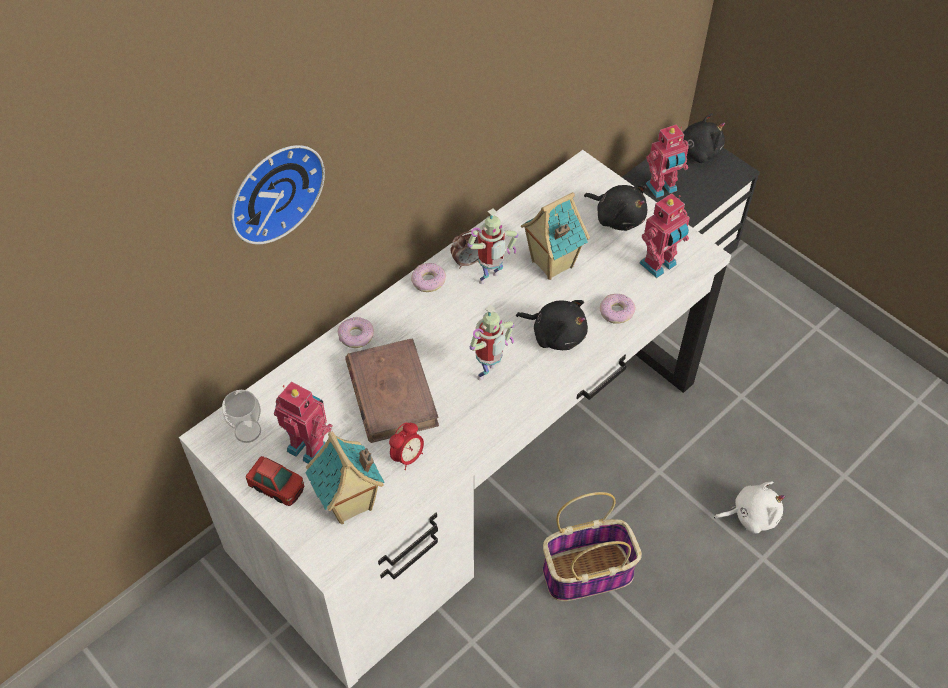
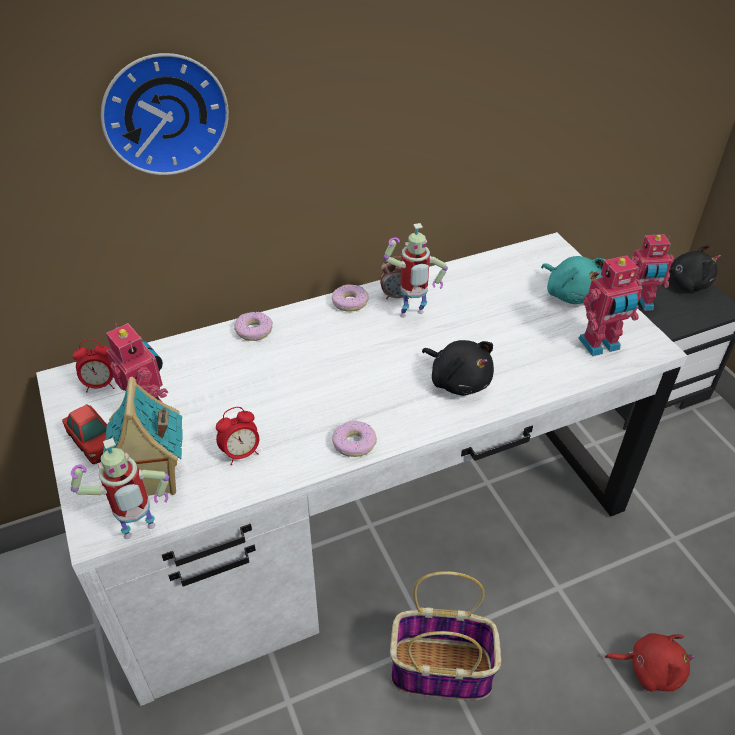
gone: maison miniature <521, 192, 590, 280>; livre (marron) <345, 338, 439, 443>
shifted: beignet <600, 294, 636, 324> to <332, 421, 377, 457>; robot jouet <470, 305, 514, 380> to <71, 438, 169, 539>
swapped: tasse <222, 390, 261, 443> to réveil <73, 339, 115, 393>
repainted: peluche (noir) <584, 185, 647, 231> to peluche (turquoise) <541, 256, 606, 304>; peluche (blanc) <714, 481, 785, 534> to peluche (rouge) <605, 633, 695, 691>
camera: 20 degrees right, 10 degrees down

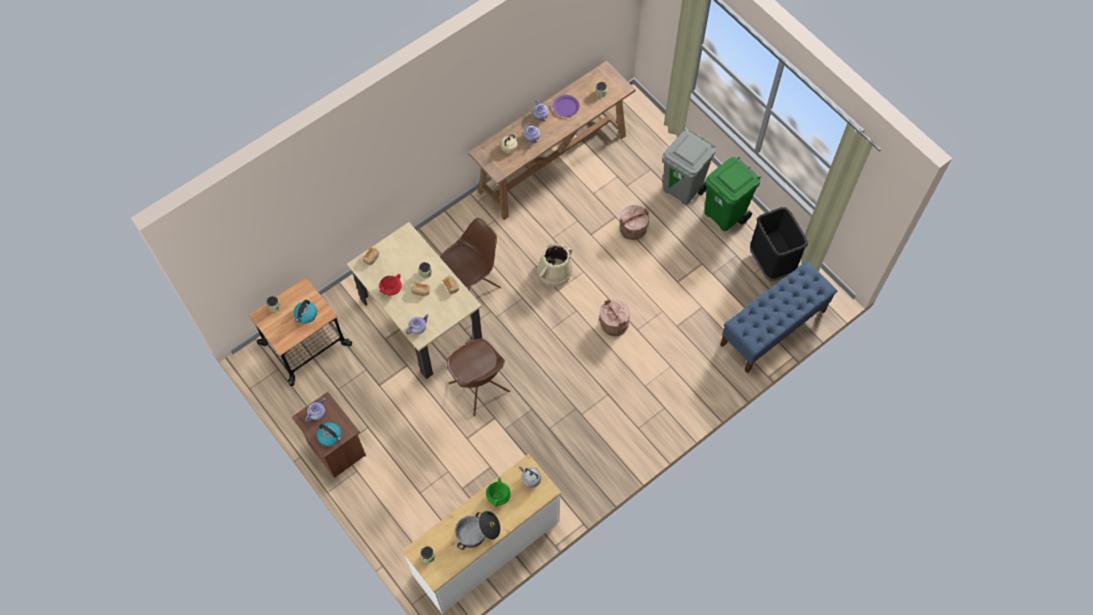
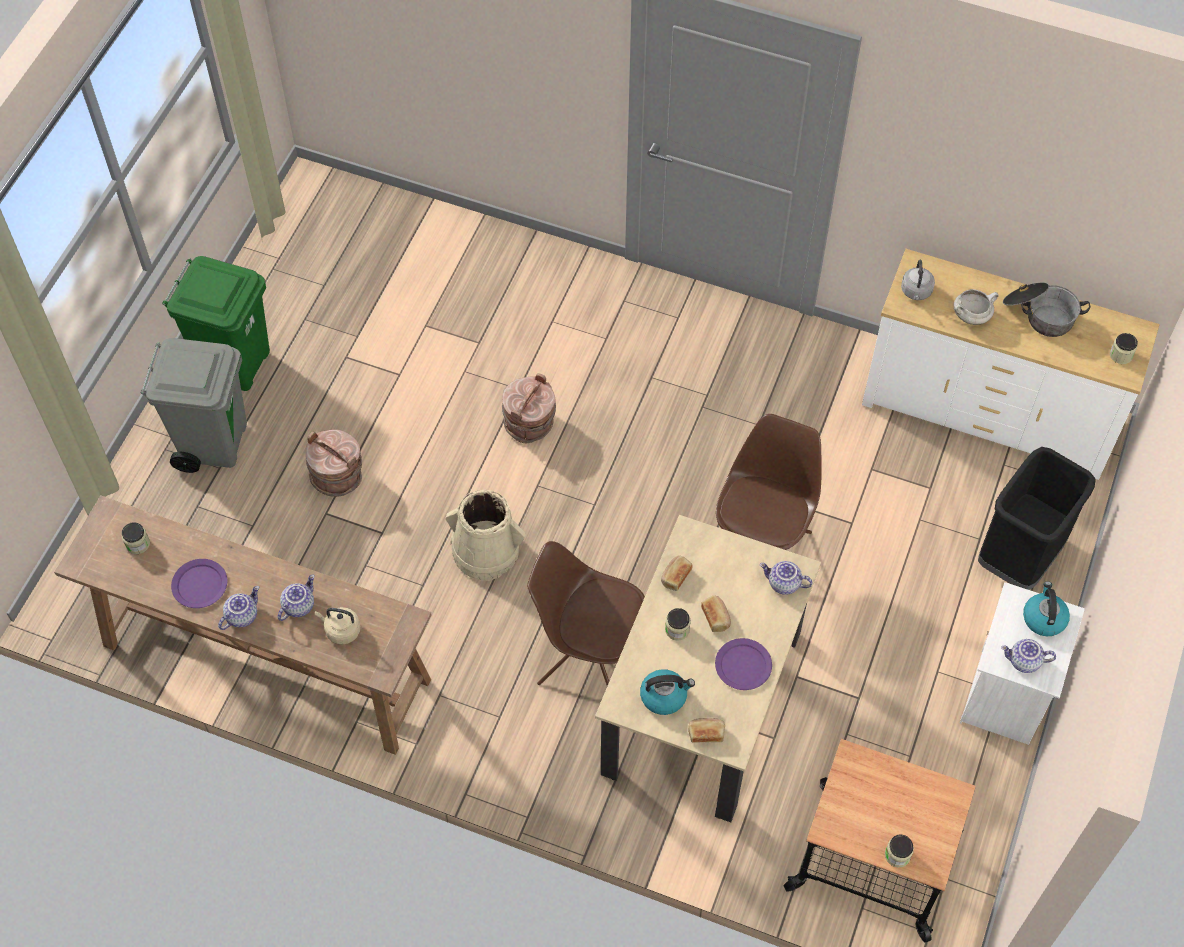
gone: banc (bleu) <720, 261, 837, 373>
shifted: poubelle (noir) <750, 207, 808, 281> to <978, 447, 1096, 590>; bouilloire <293, 300, 317, 324> to <640, 669, 695, 715>
swapped: marmite (rouge) <379, 274, 402, 296> to assiette (violet) <715, 638, 772, 690>
repainted: table de chevet (marron) <291, 392, 366, 478> to table de chevet (blanc) <960, 582, 1085, 745>; marmite (vert) <486, 477, 511, 506> to marmite (blanc) <954, 289, 999, 325>
camera: 120 degrees left, 5 degrees down

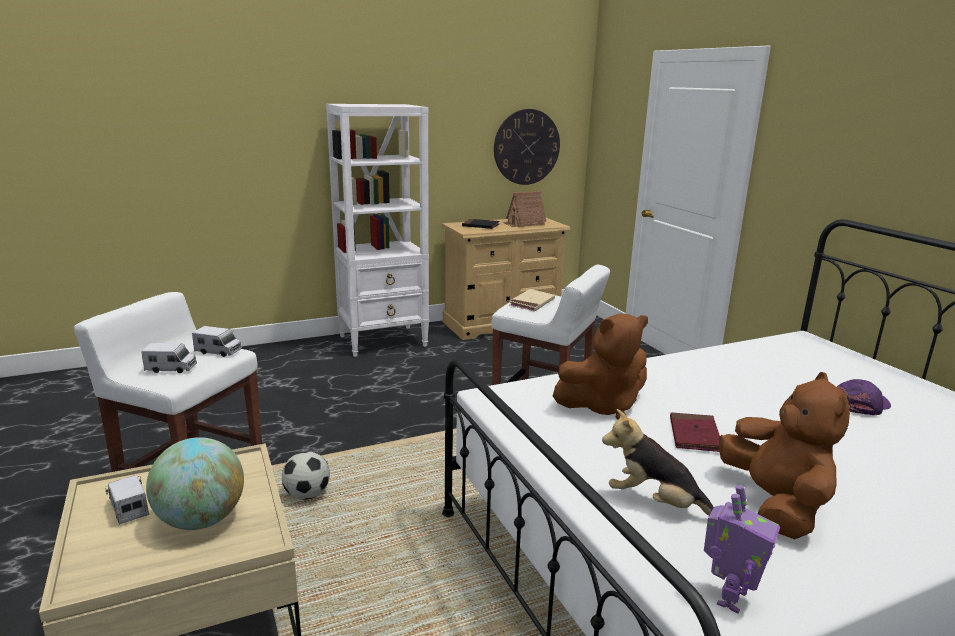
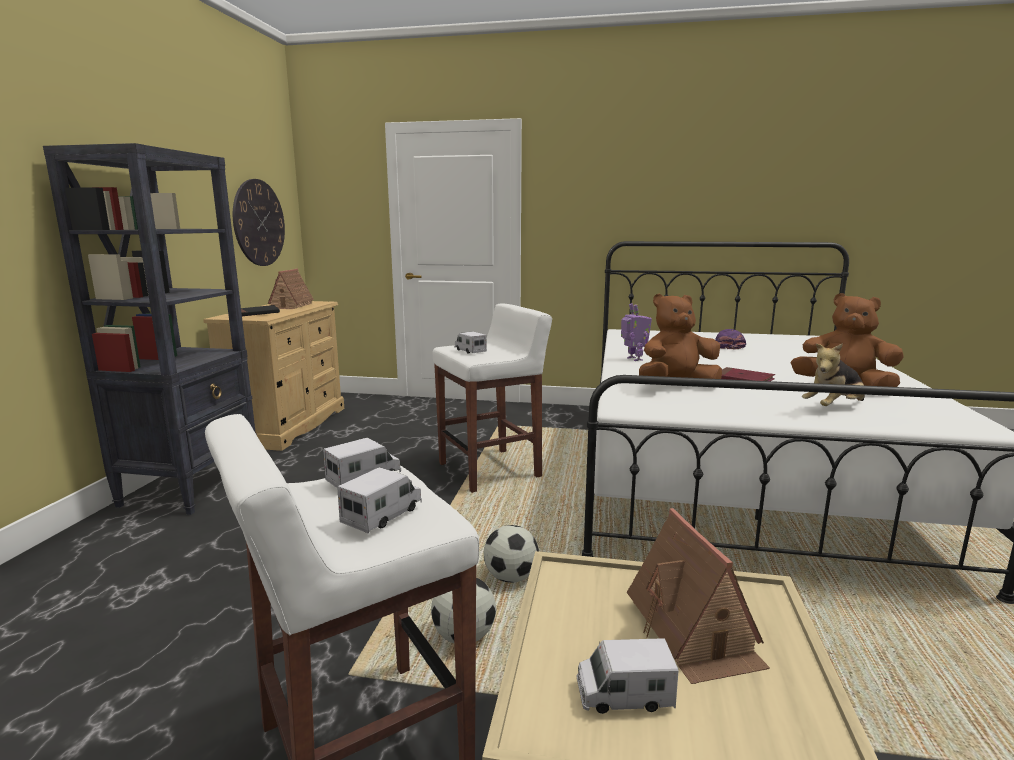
new: ballon de foot <484, 525, 539, 583>
shifted: robot jouet <704, 485, 780, 614> to <621, 303, 652, 361>
swapped: livre (beige) <509, 289, 555, 311> to camion jouet <454, 331, 487, 353>; globe <146, 437, 244, 530> to maison miniature <627, 508, 770, 684>
repainted: bibliothèque (blanc) <326, 104, 429, 357> to bibliothèque (noir) <43, 143, 257, 515>
rotated: peluche (marron) <553, 313, 648, 420> = <639, 293, 722, 379> 120 degrees counterclockwise
camera: 55 degrees left, 5 degrees down

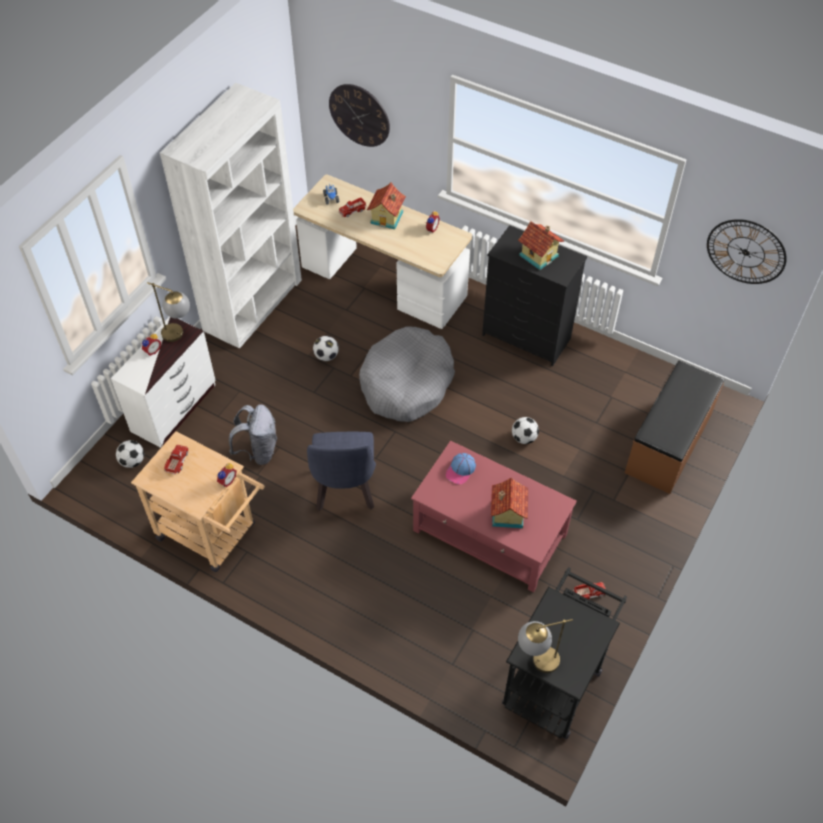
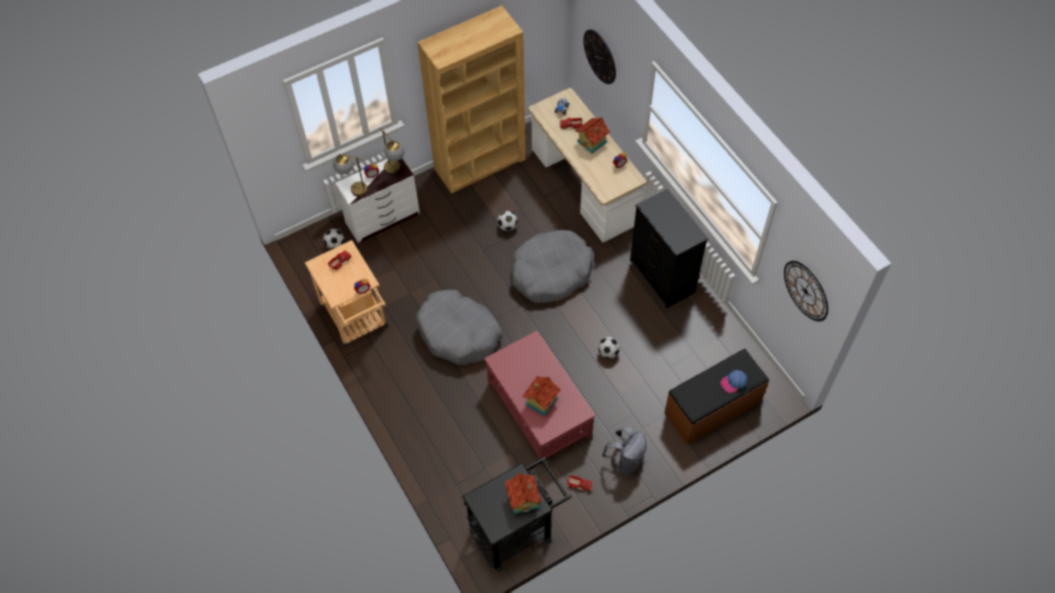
shifted: maison miniature <518, 221, 564, 270> to <505, 473, 542, 514>; sac à dos (gris) <229, 405, 277, 465> to <602, 427, 647, 475>; casquette <446, 453, 476, 484> to <720, 370, 748, 393>; lampe de table <518, 619, 573, 673> to <333, 154, 368, 196>
swapped: chaise (bleu) <307, 432, 376, 511> to panier pour chien (gris) <416, 290, 502, 365>
repainted: bibliothèque (blanc) <160, 83, 302, 349> to bibliothèque (marron) <417, 5, 526, 194>
camera: 30 degrees right, 5 degrees up

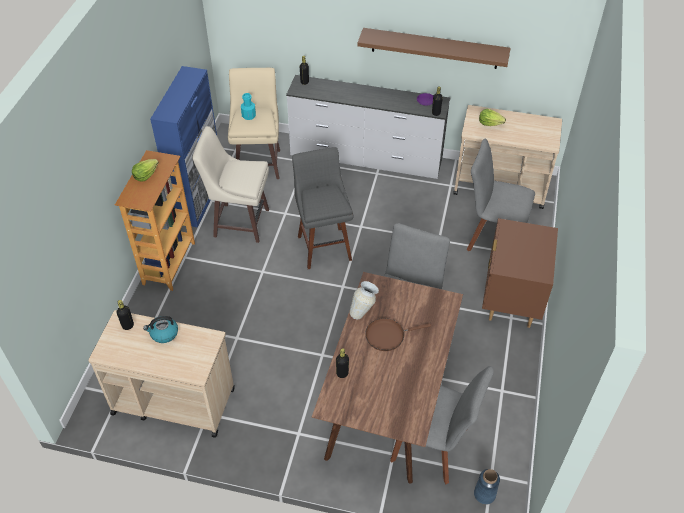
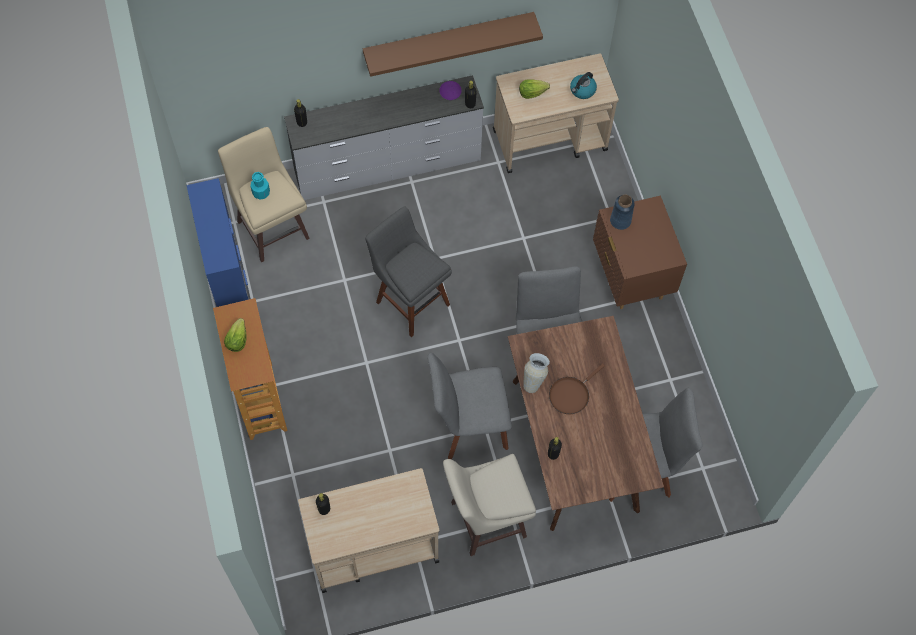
shifted: tabouret (beige) <192, 126, 269, 243> to <443, 454, 536, 556>; chaise (gris) <467, 139, 535, 251> to <427, 352, 512, 459>; bouilloire <143, 316, 178, 343> to <570, 72, 597, 99>; vase (bleu) <474, 469, 500, 504> to <610, 195, 635, 230>
camera: 30 degrees left, 15 degrees up

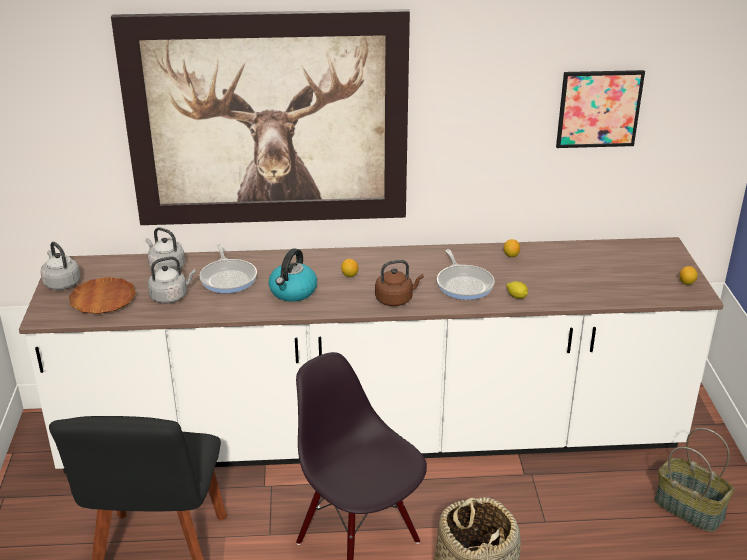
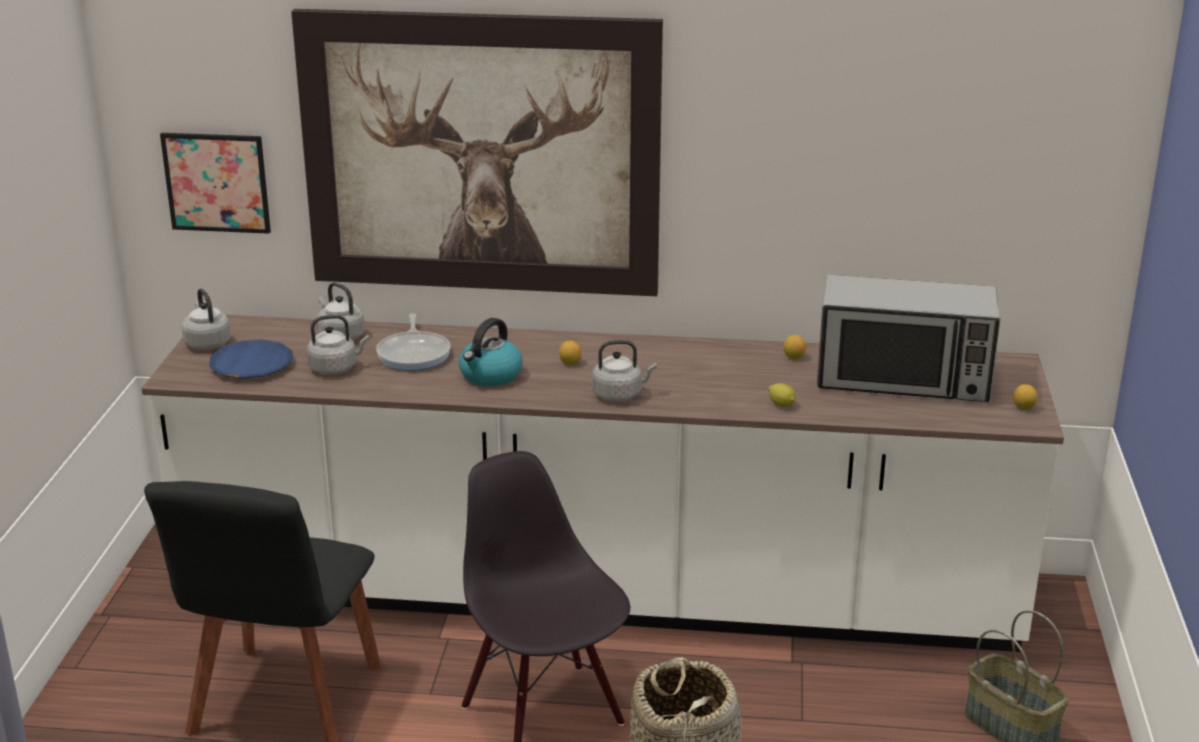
gone: poêle <437, 249, 495, 300>
new: micro-ondes <817, 275, 1001, 402>
shifted: tableau <556, 70, 645, 148> to <160, 133, 271, 234>
repainted: bouilloire (marron) <375, 260, 424, 306> to bouilloire (gris) <592, 340, 657, 402>; assiette (marron) <69, 277, 136, 314> to assiette (bleu) <209, 339, 292, 379>
camera: 10 degrees right, 5 degrees down

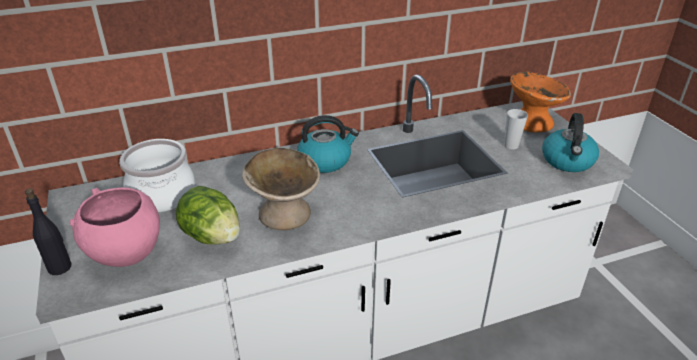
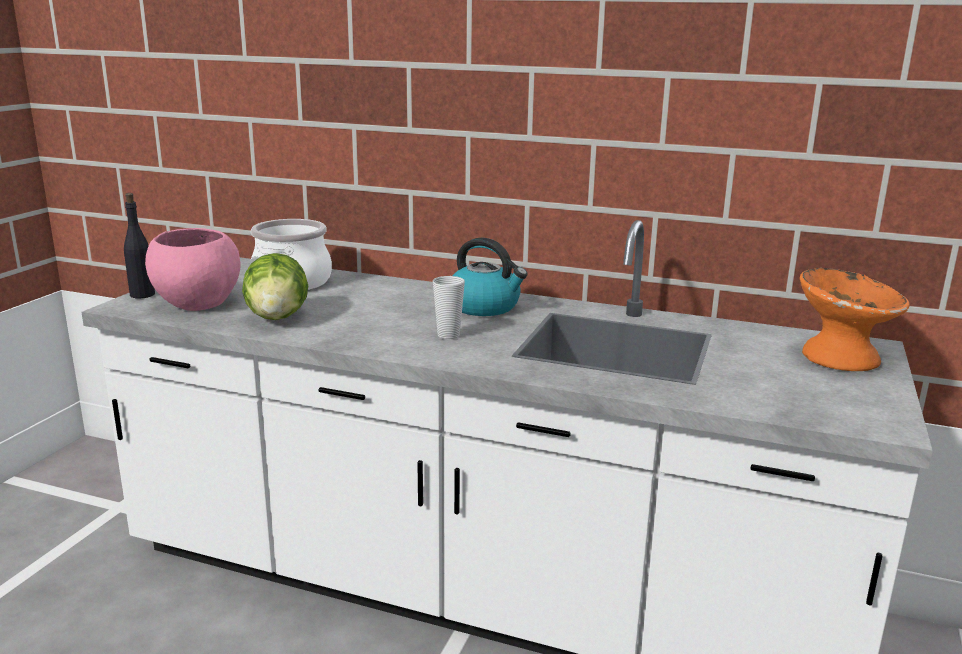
gone: bouilloire <542, 113, 599, 172>; bol (beige) <242, 148, 320, 230>
shifted: tasse <504, 109, 528, 150> to <433, 276, 465, 339>
camera: 40 degrees right, 15 degrees down

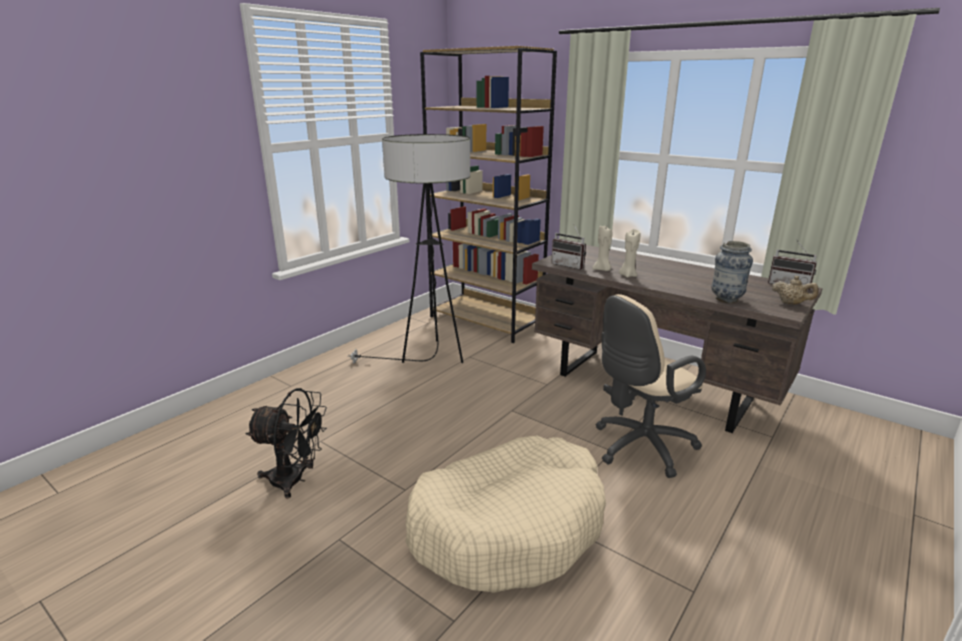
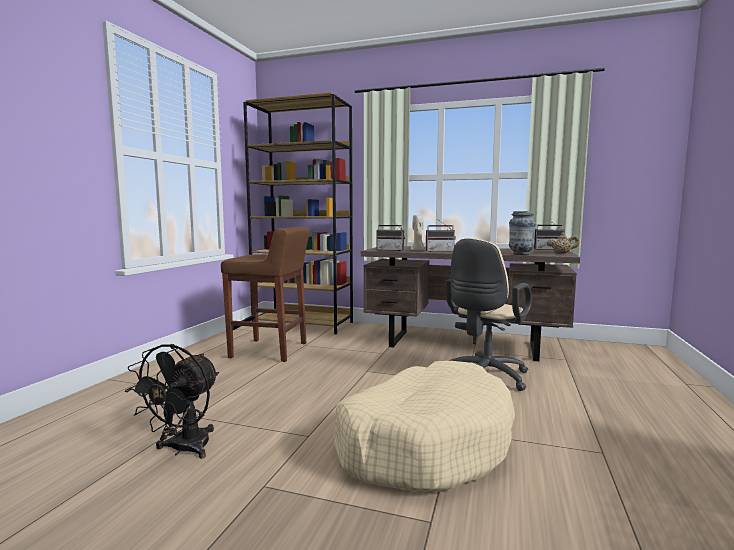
swapped: lampadaire <347, 134, 470, 364> to tabouret (marron) <221, 227, 310, 362>; bougie (beige) <619, 229, 641, 277> to radio <426, 218, 456, 252>
rotated: ventilateur (noir) <245, 388, 327, 499> = <125, 344, 219, 459> 120 degrees clockwise
camera: 20 degrees left, 15 degrees down

